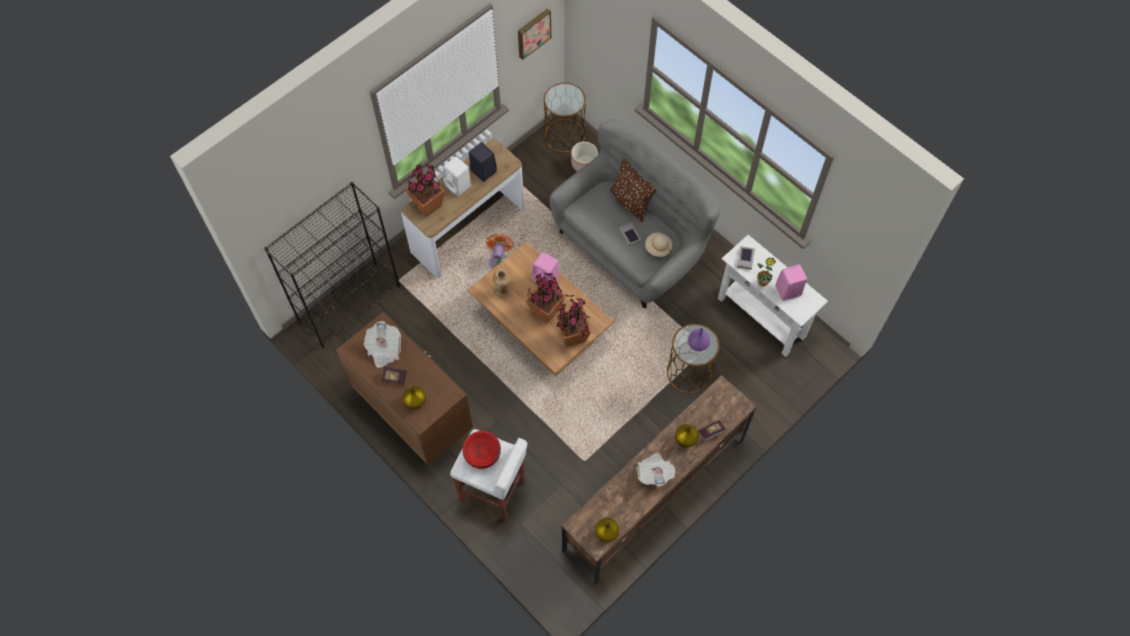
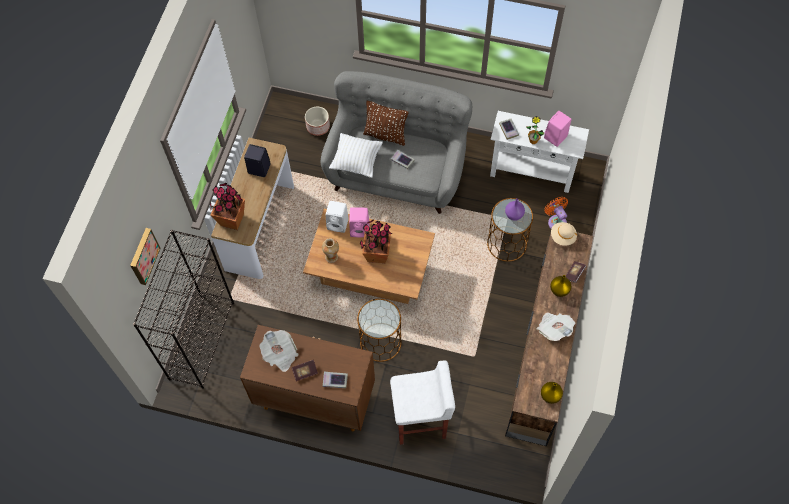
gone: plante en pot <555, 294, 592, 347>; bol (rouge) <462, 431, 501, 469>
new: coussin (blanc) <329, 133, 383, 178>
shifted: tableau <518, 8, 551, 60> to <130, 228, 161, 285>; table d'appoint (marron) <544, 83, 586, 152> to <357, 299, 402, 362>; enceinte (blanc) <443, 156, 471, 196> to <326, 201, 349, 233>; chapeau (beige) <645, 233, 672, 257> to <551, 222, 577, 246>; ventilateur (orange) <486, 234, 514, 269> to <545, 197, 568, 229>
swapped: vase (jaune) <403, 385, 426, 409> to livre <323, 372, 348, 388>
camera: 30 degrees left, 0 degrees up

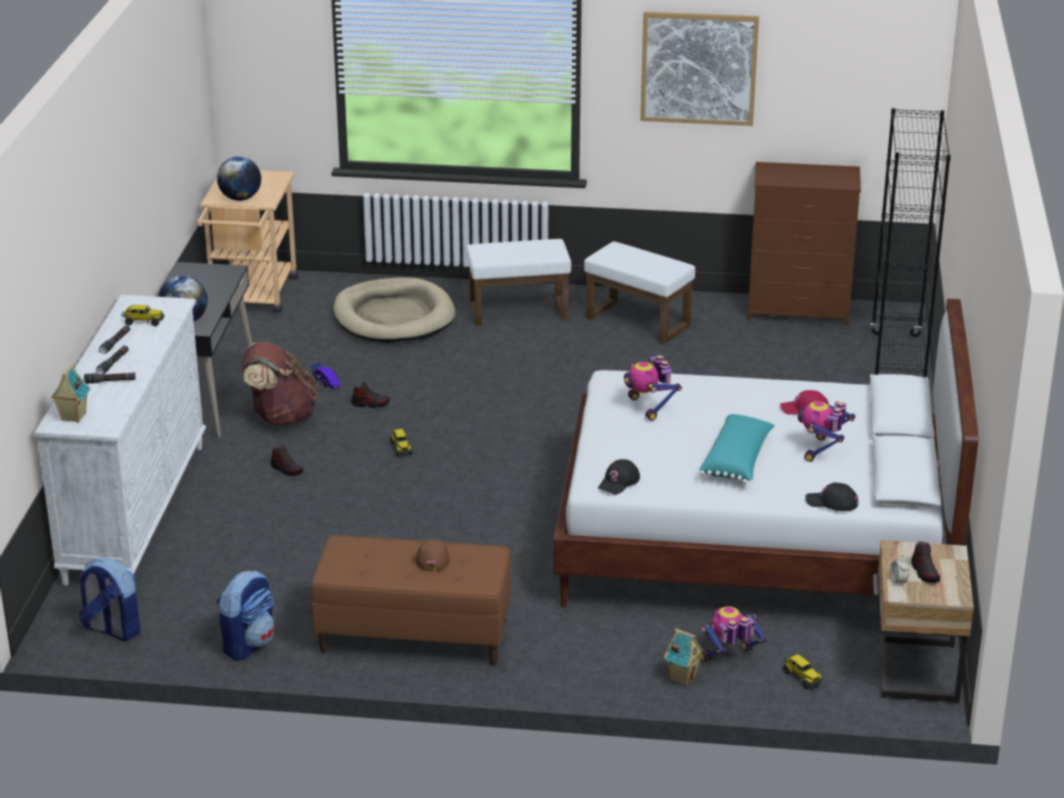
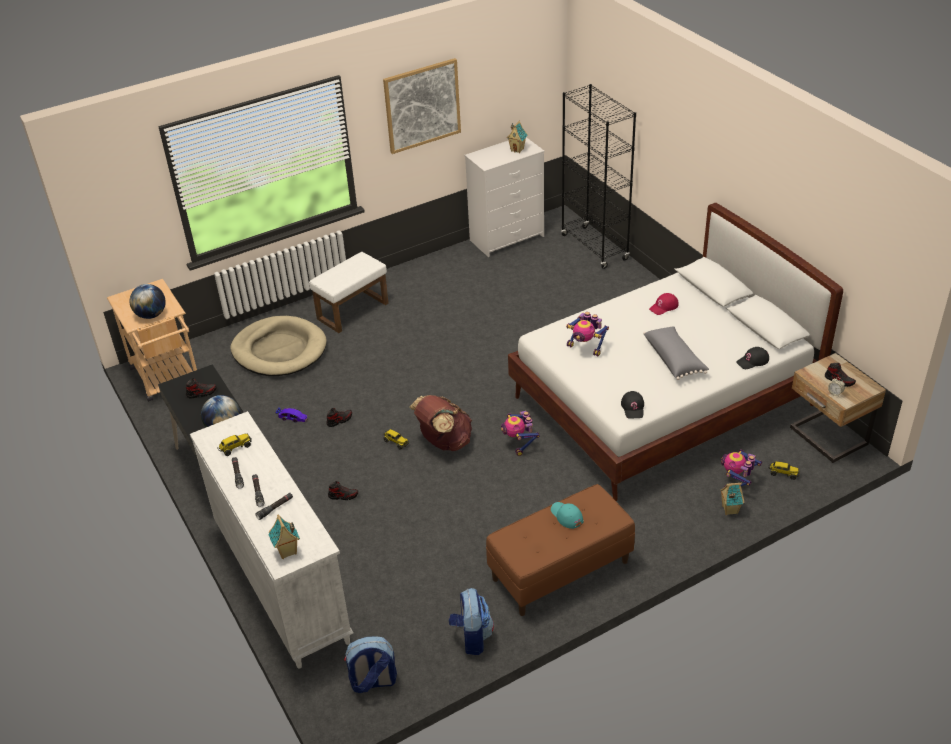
gone: pouf (blanc) <584, 241, 695, 345>
new: maison miniature <507, 121, 528, 153>; chaussure <186, 378, 217, 398>
shifted: sac à dos (marron) <241, 342, 317, 426> to <409, 395, 472, 451>; robot jouet <798, 401, 855, 462> to <501, 411, 540, 456>
repainted: commode (marron) <748, 162, 861, 326> to commode (blanc) <465, 137, 545, 257>; coussin (turquoise) <699, 414, 775, 484> to coussin (gris) <643, 326, 709, 380>; casquette (marron) <416, 539, 450, 571> to casquette (turquoise) <551, 502, 584, 529>
camera: 35 degrees left, 10 degrees up

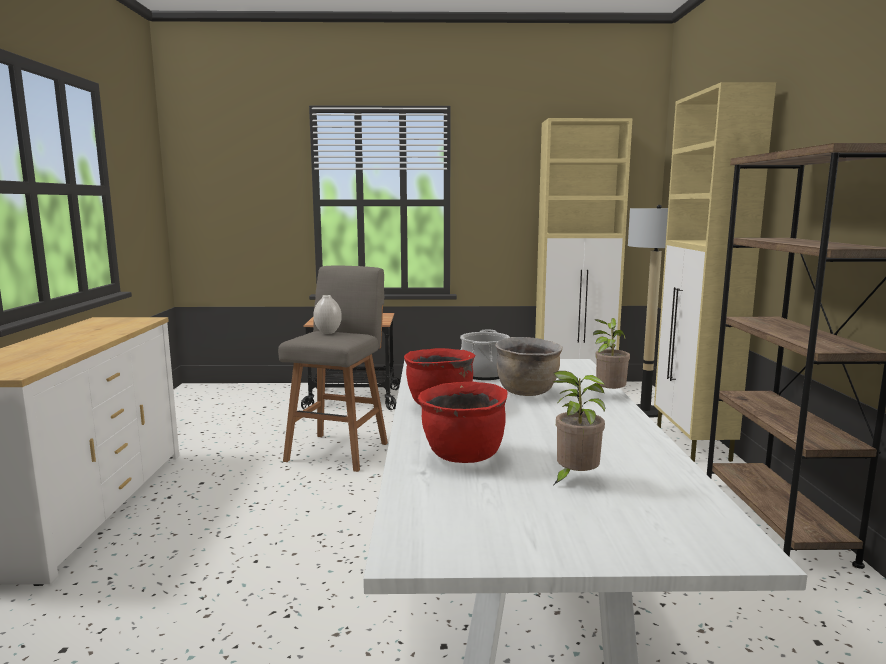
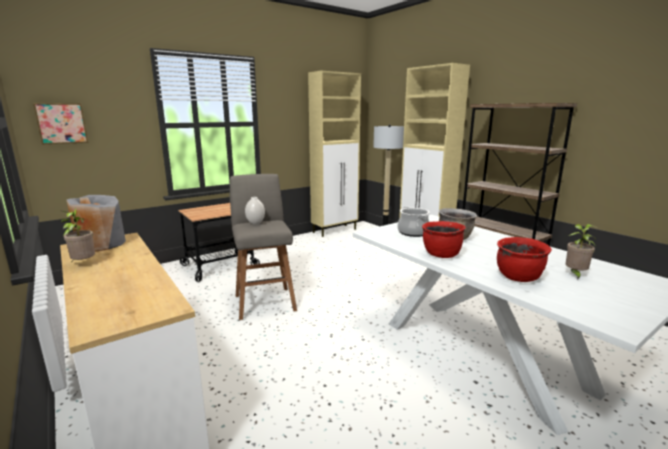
new: tableau <33, 103, 88, 145>; vase (gris) <66, 195, 126, 252>
shifted: plante en pot <593, 318, 630, 389> to <60, 208, 95, 261>
camera: 35 degrees left, 5 degrees up

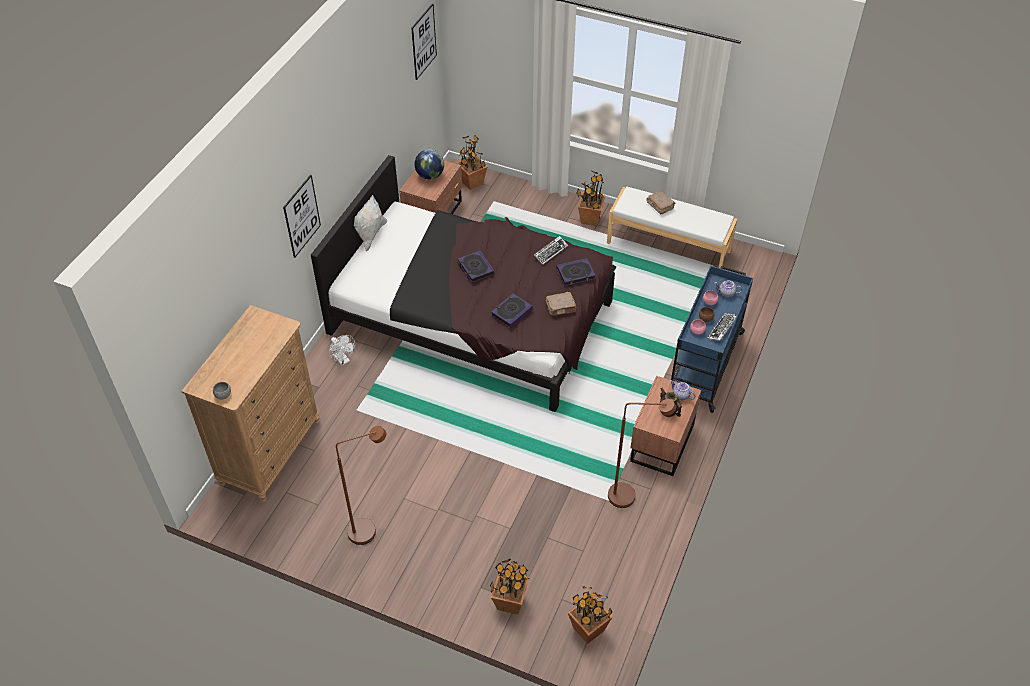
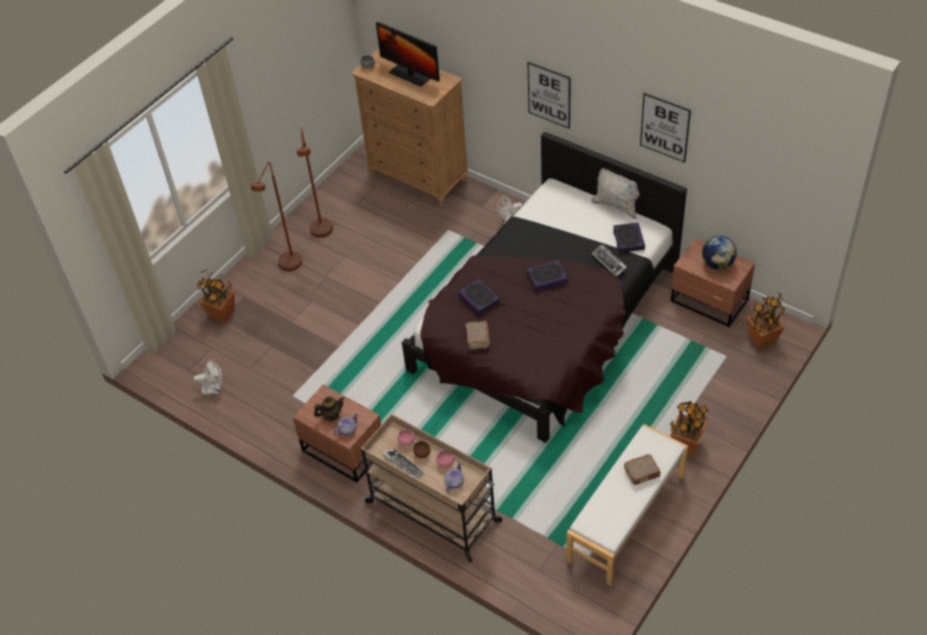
gone: plante en pot <568, 586, 613, 644>
new: écran d'ordinateur <376, 22, 440, 87>; ventilateur (blanc) <194, 360, 222, 395>
shifted: tableau <411, 4, 437, 80> to <640, 93, 691, 163>; clavier <534, 236, 568, 265> to <592, 244, 627, 277>; livre <556, 258, 596, 286> to <613, 222, 645, 253>; lampadaire (marron) <608, 399, 676, 508> to <251, 161, 302, 271>
repainted: chariot (bleu) <671, 266, 753, 413> to chariot (beige) <361, 414, 502, 562>
camera: 105 degrees right, 0 degrees up

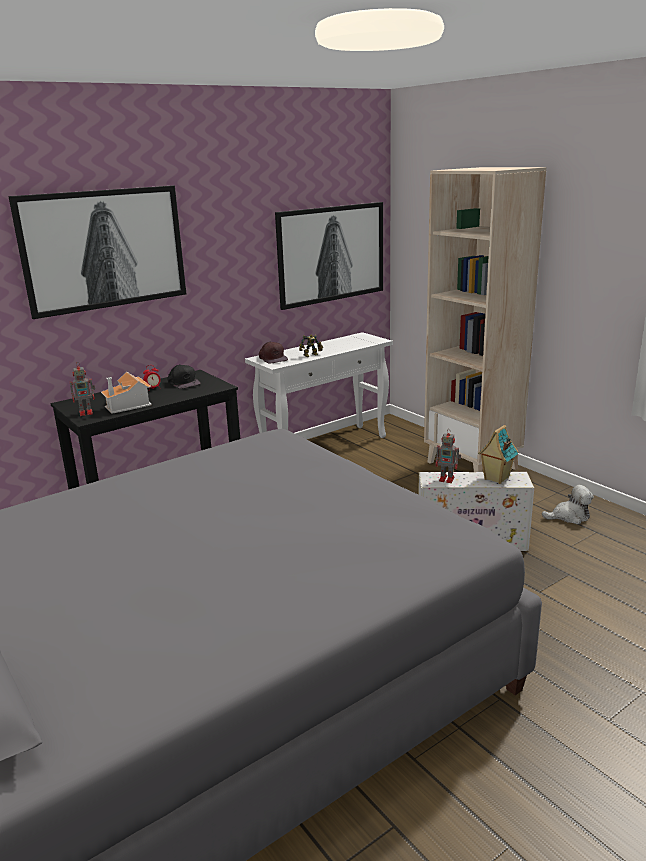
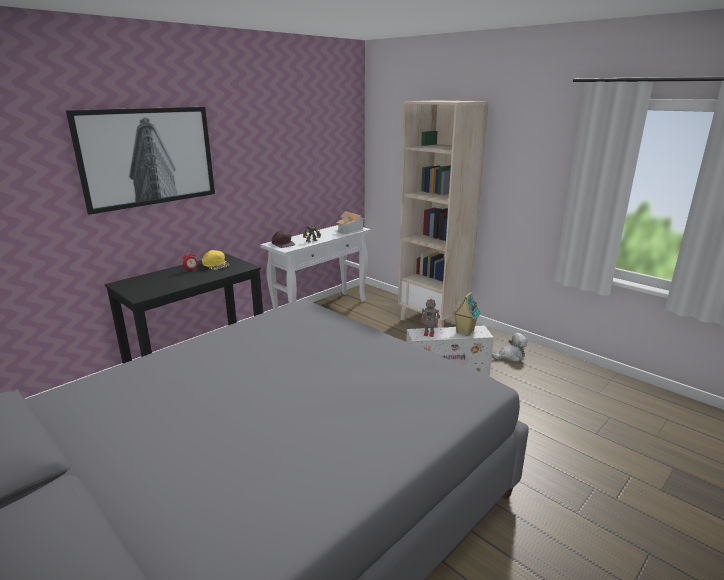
gone: tableau <275, 202, 383, 310>; robot jouet <69, 364, 95, 416>
shifted: maison miniature <101, 372, 152, 414> to <336, 211, 365, 234>
repainted: casquette (noir) <167, 364, 201, 389> to casquette (jaune) <202, 250, 230, 270>
camera: 10 degrees left, 0 degrees up

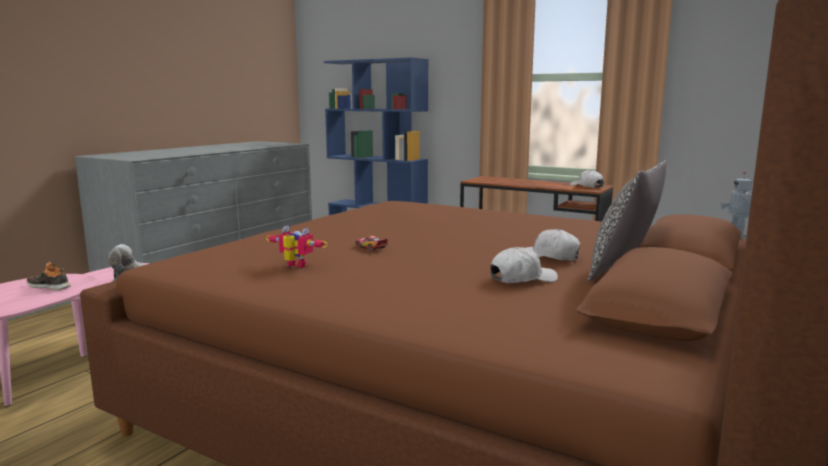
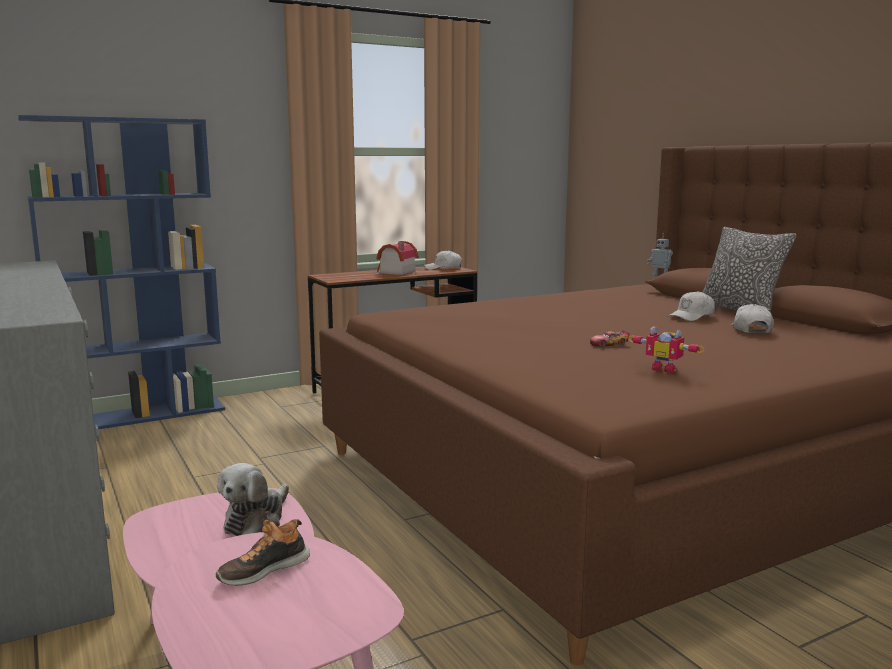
new: maison miniature <376, 241, 419, 275>
rotated: robot jouet <266, 226, 328, 268> = <628, 326, 705, 373> 105 degrees counterclockwise
camera: 60 degrees left, 0 degrees up

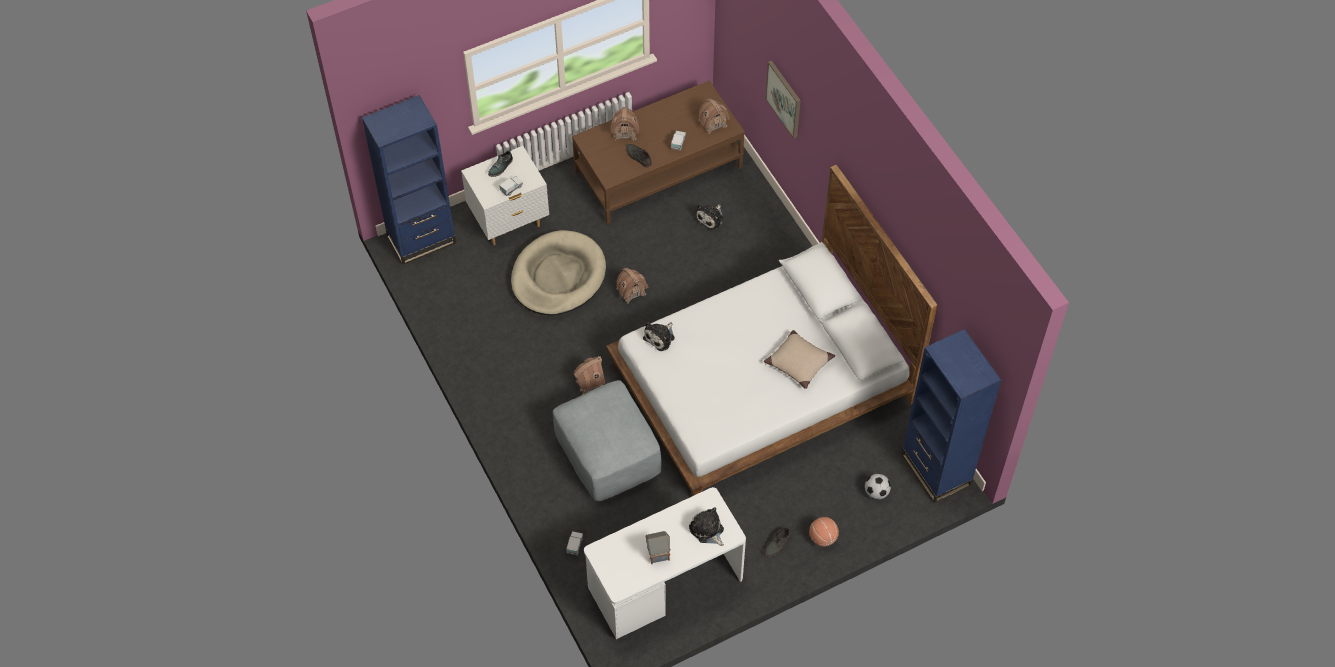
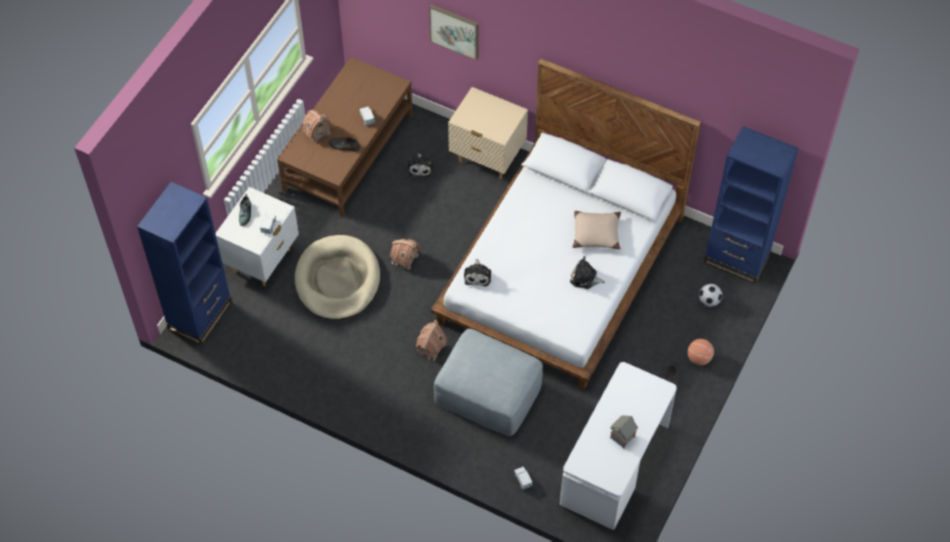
gone: maison miniature <698, 99, 730, 134>
new: table de chevet (beige) <448, 87, 528, 179>
shifted: peluche <689, 507, 724, 546> to <570, 256, 605, 289>
camera: 35 degrees left, 0 degrees up

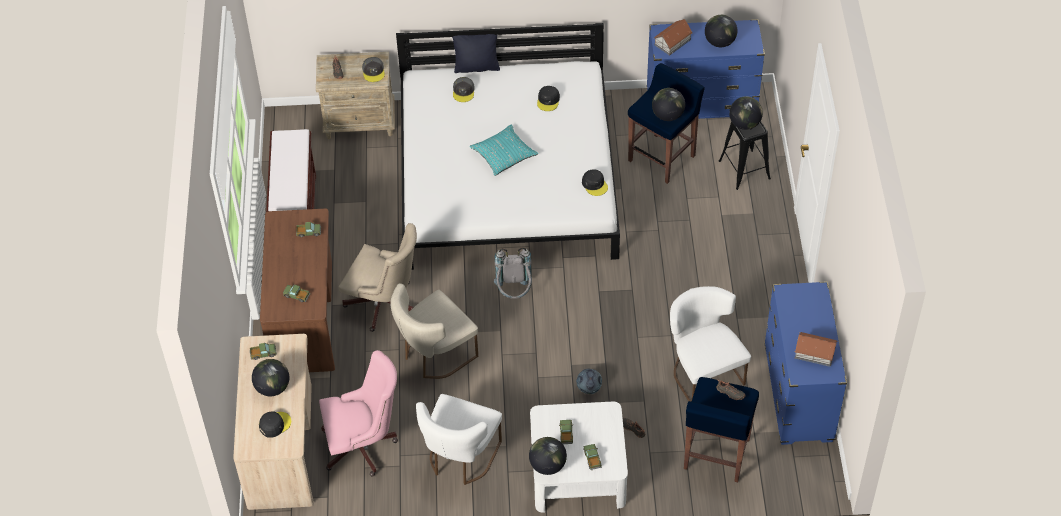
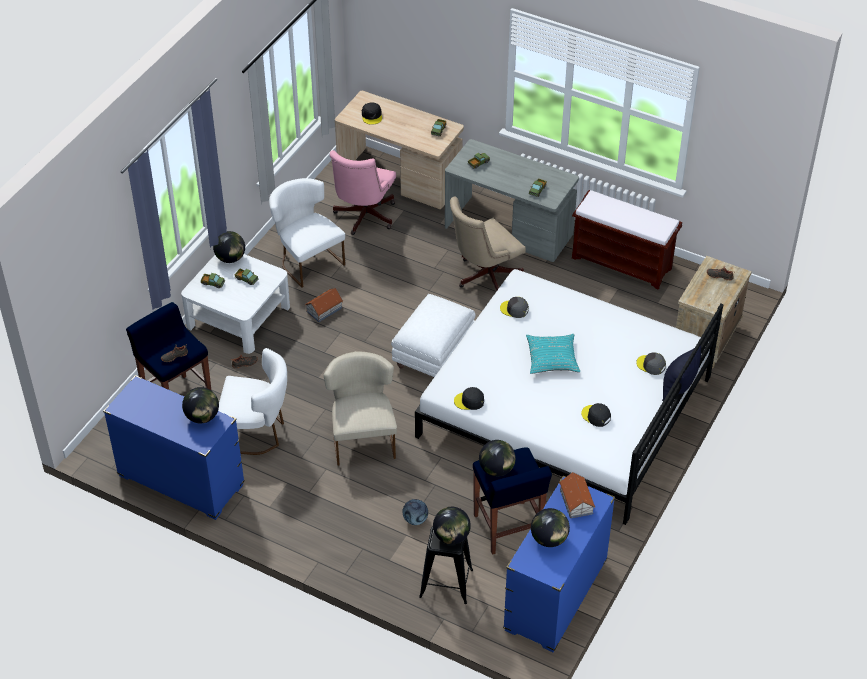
shifted: casquette (gris) <362, 57, 385, 82> to <500, 297, 529, 318>; chaise (beige) <390, 283, 478, 379> to <324, 351, 397, 466>; maison miniature <794, 332, 838, 367> to <305, 288, 343, 322>; globe <252, 359, 289, 396> to <182, 387, 219, 423>; ballon de foot <576, 369, 602, 394> to <402, 499, 428, 525>
swapped: sac à dos (gris) <494, 247, 532, 299> to pouf (blanc) <391, 294, 475, 377>
repainted: bureau (marron) <260, 209, 335, 372> to bureau (gris) <445, 139, 579, 262>
camera: 120 degrees right, 5 degrees down

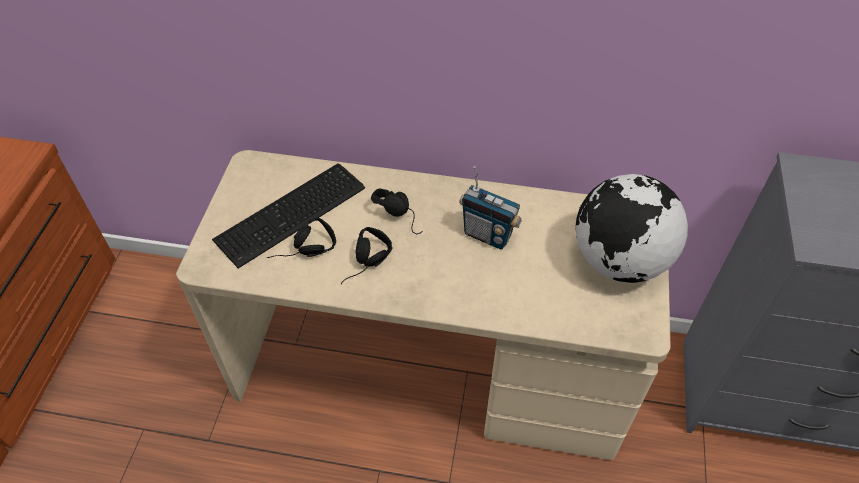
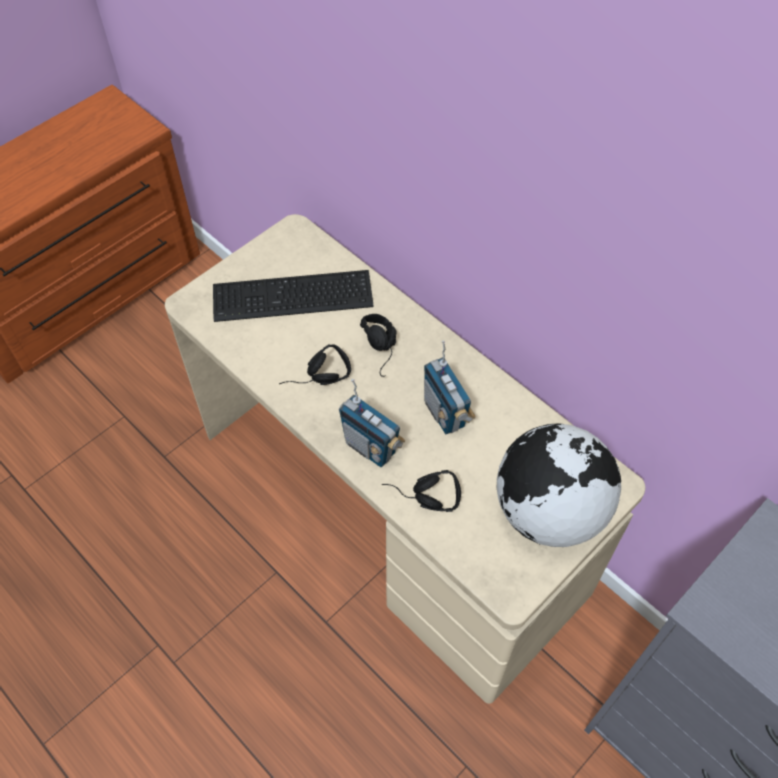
new: radio <339, 379, 405, 467>
shifted: casque audio (noir) <267, 218, 336, 258> to <381, 470, 461, 512>
camera: 35 degrees right, 5 degrees up

